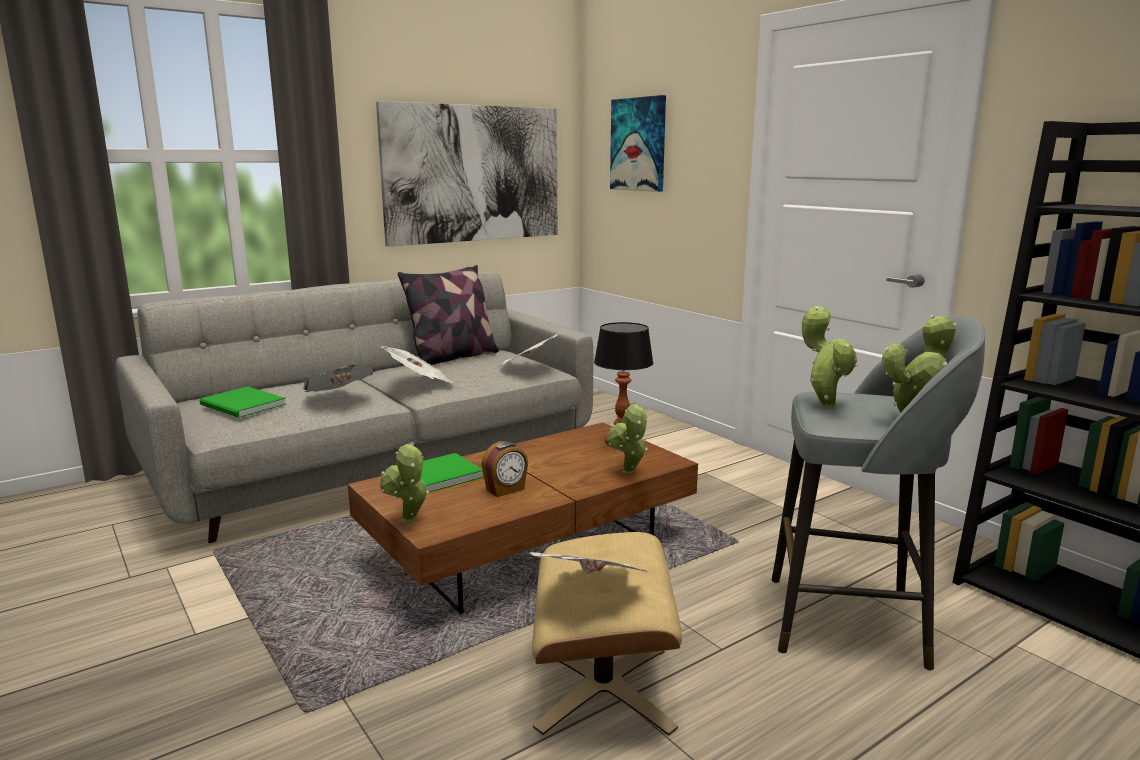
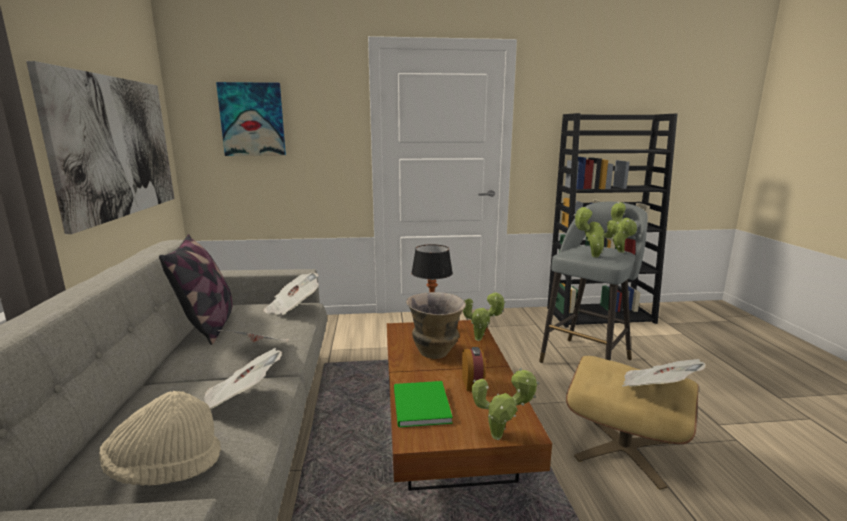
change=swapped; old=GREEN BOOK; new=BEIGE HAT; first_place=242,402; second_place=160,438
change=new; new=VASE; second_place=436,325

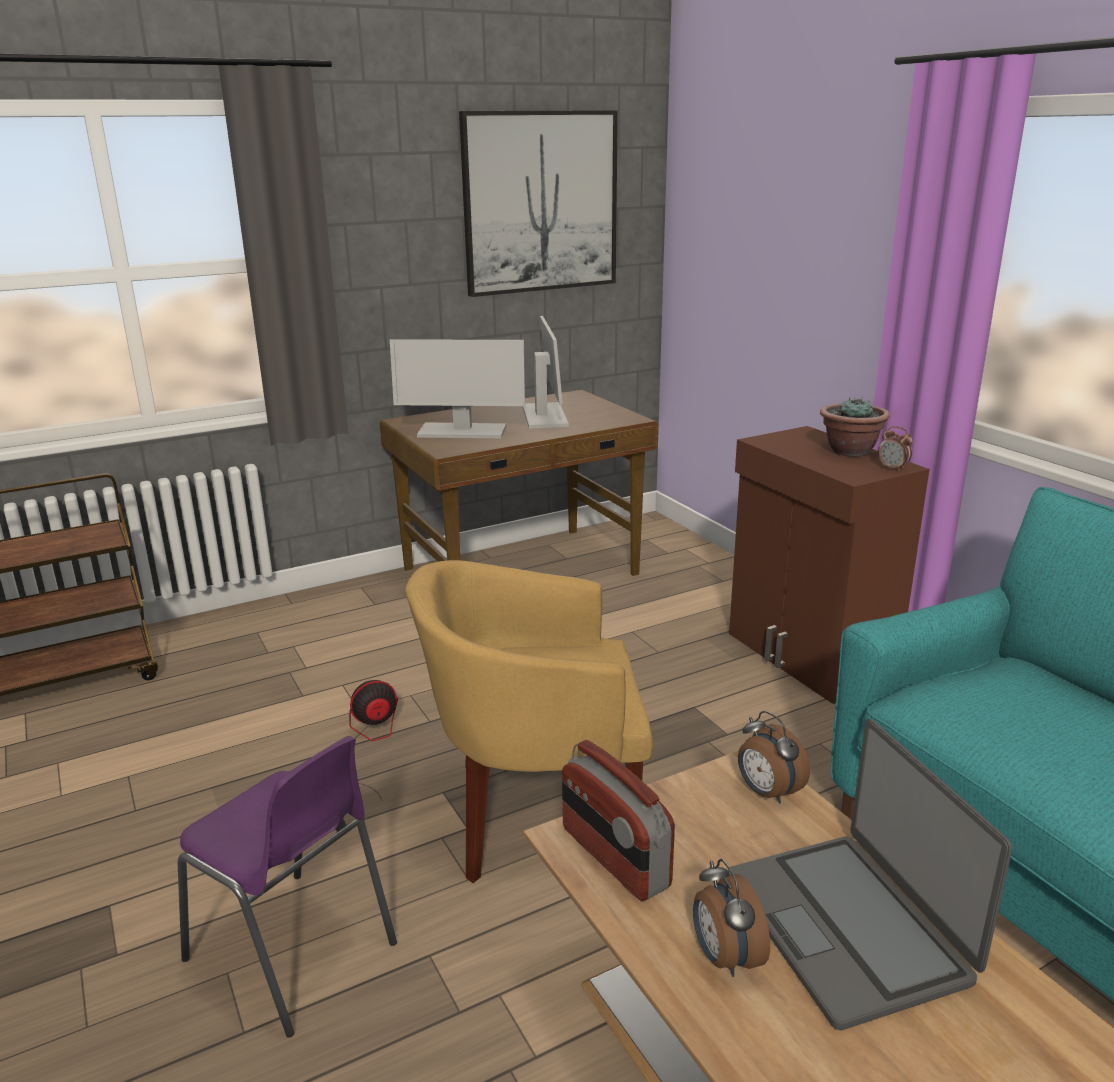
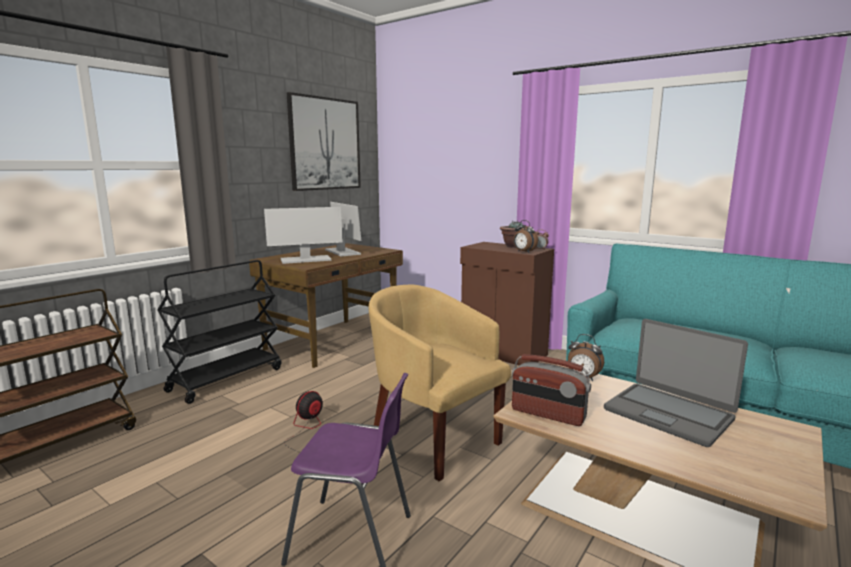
change=rotated; old=YELLOW ARMCHAIR; first_place=529,721; second_place=440,383; degrees=75
change=shifted; old=ALARM CLOCK; first_place=731,918; second_place=526,236
change=new; new=BLACK CART; second_place=219,332

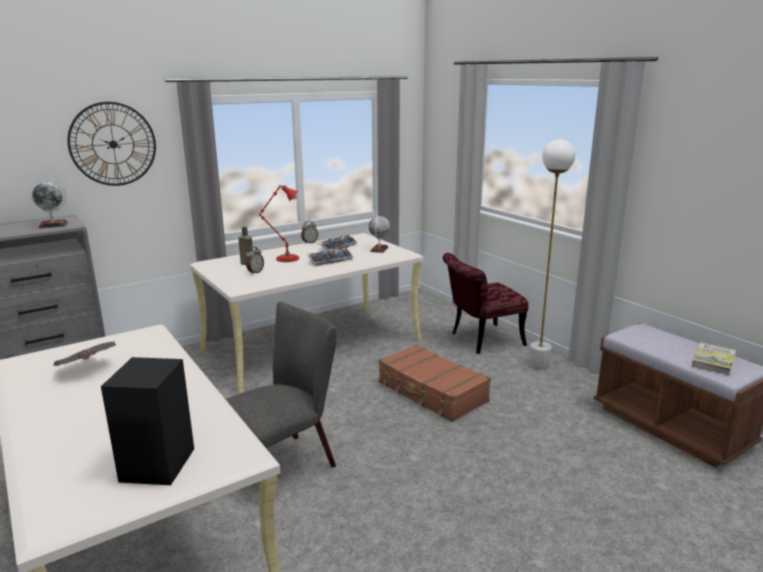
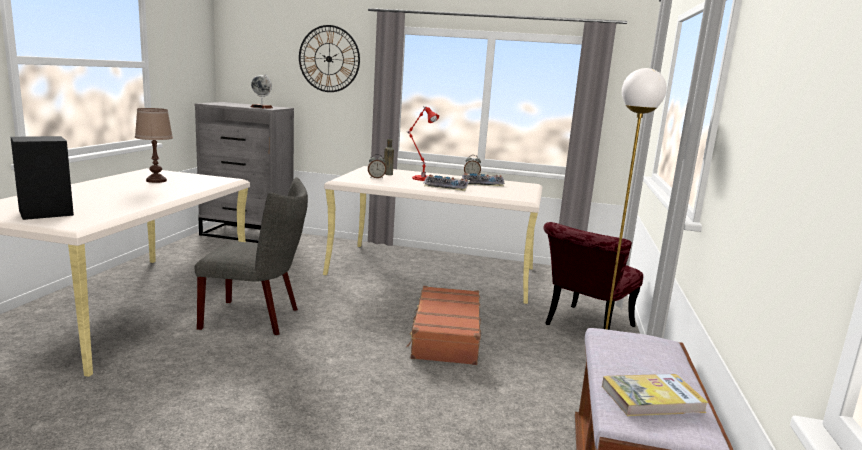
change=swapped; old=NEWSPAPER; new=BROWN TABLE LAMP; first_place=85,354; second_place=154,145
change=gone; old=GLOBE; first_place=379,234
change=rotated; old=RED CHAIR; first_place=485,303; second_place=593,276; degrees=-75

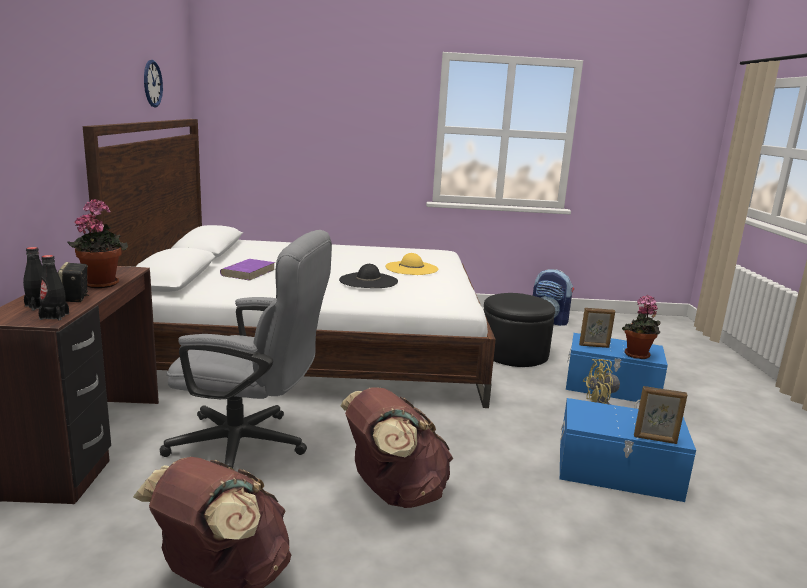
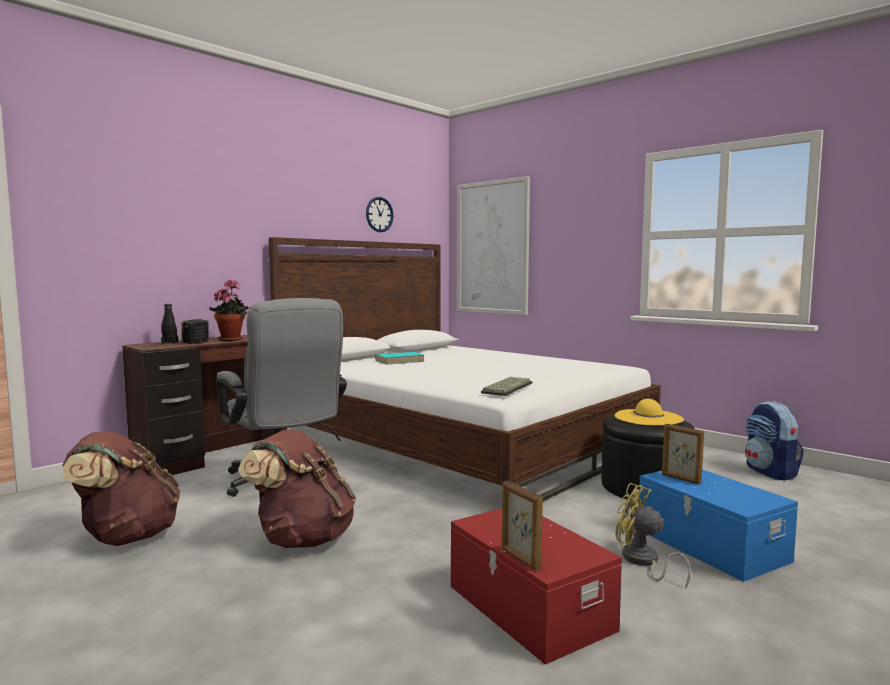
change=gone; old=BLACK BOTTLE; first_place=53,287
change=repainted; old=PURPLE BOOK; new=TURQUOISE BOOK; first_place=247,270; second_place=400,358
change=gone; old=BLACK HAT; first_place=368,276
change=shifted; old=YELLOW HAT; first_place=412,264; second_place=649,412
change=repainted; old=BLUE STORAGE BOX; new=RED STORAGE BOX; first_place=628,450; second_place=536,586
change=gone; old=POTTED PLANT; first_place=641,327
change=new; new=PICTURE; second_place=493,245
change=new; new=KEYBOARD; second_place=507,386

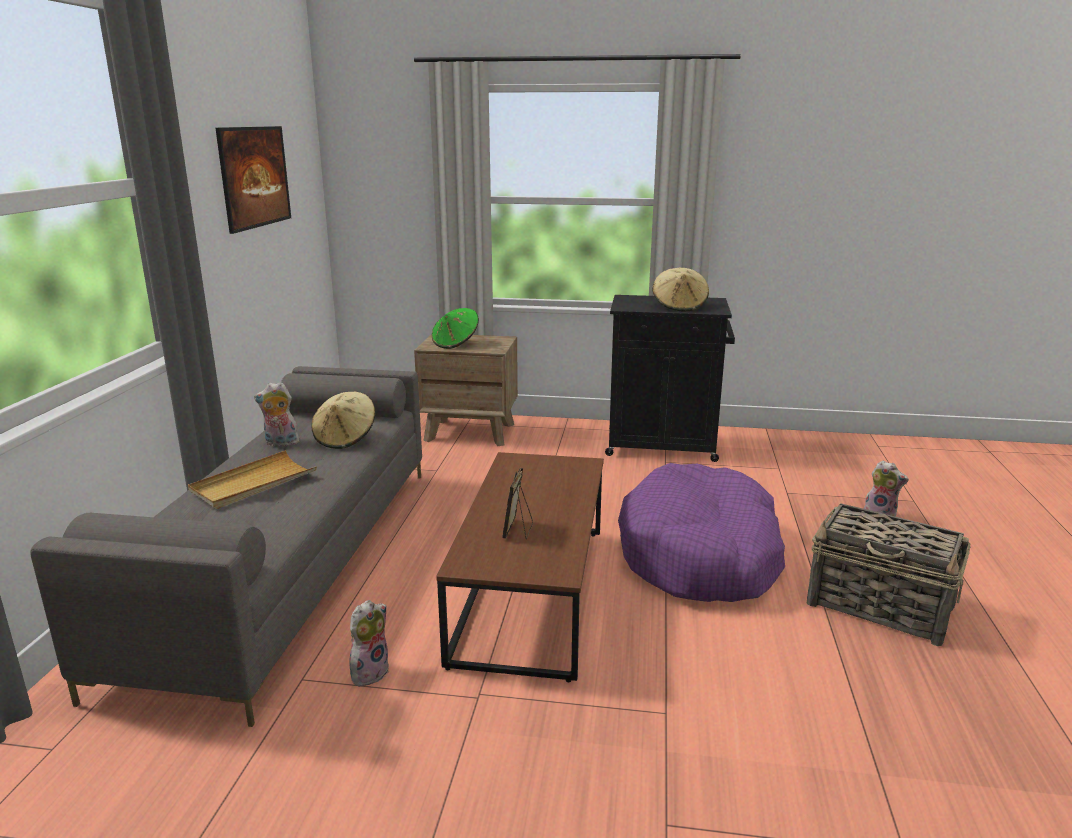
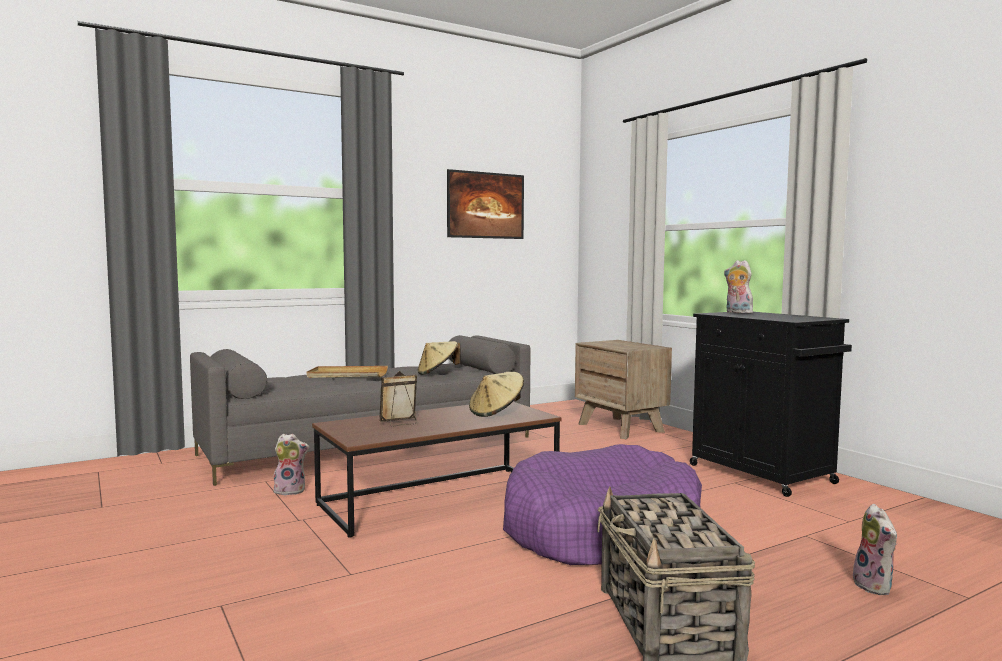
change=shifted; old=PLUSH TOY; first_place=276,414; second_place=738,287
change=gone; old=GREEN HAT; first_place=455,328
change=shifted; old=BEIGE HAT; first_place=680,289; second_place=496,394

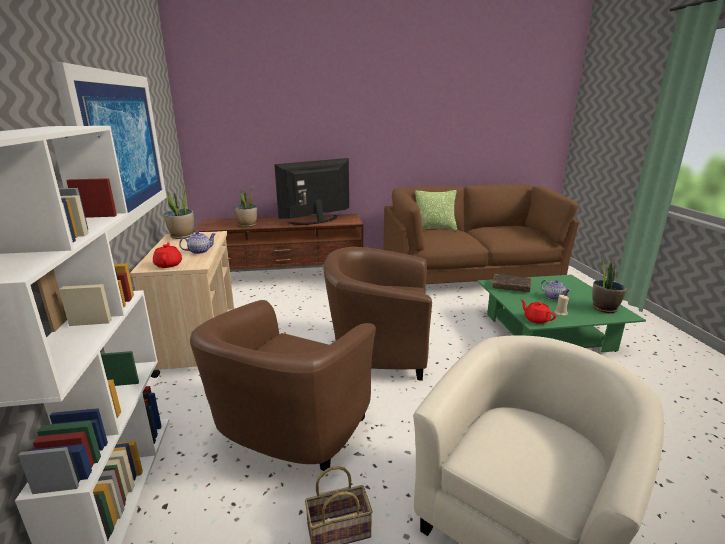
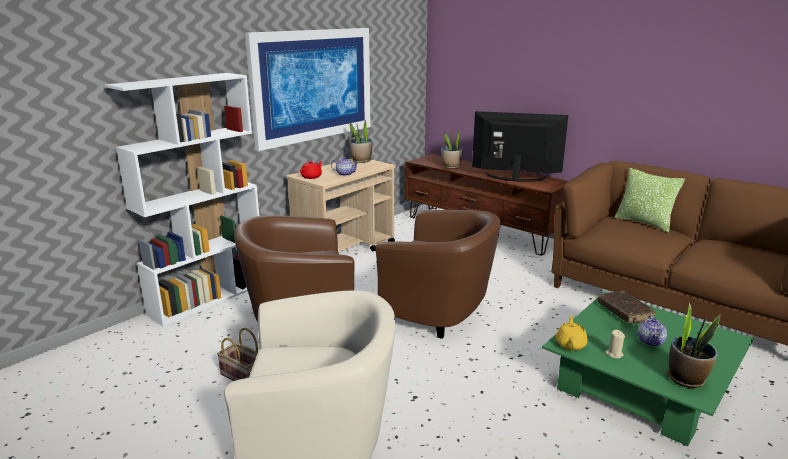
change=rotated; old=BROWN ARMCHAIR; first_place=377,314; second_place=438,274; degrees=150
change=repainted; old=RED TEAPOT; new=YELLOW TEAPOT; first_place=538,311; second_place=572,332

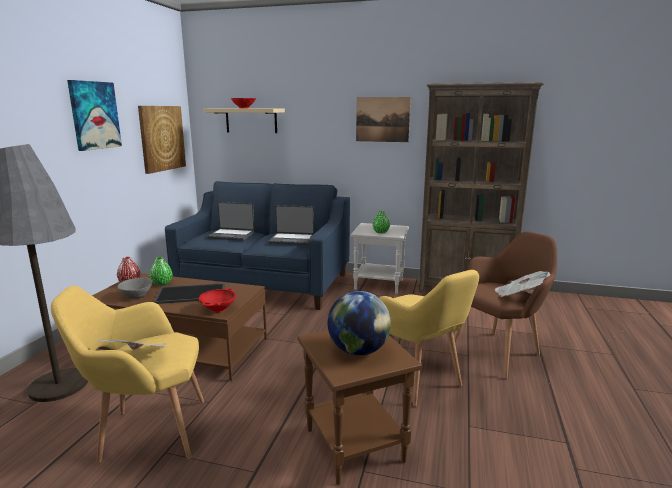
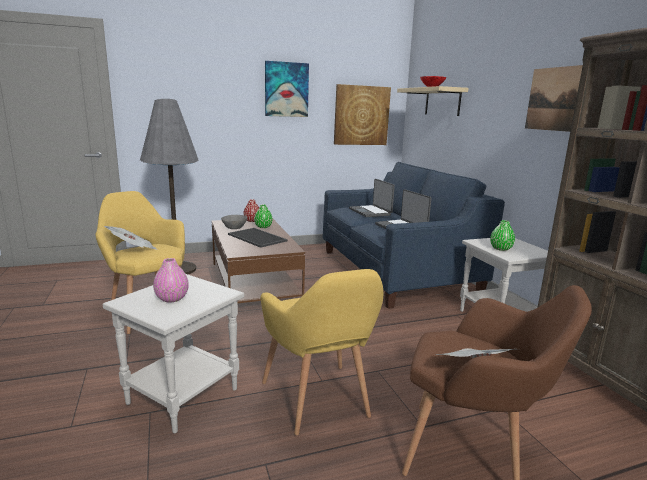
change=gone; old=RED BOWL; first_place=217,300
change=repainted; old=BROWN SIDE TABLE; new=WHITE SIDE TABLE; first_place=359,407; second_place=173,353
change=swapped; old=GLOBE; new=PINK VASE; first_place=359,323; second_place=171,280
change=rotated; old=YELLOW ARMCHAIR; first_place=429,338; second_place=322,352; degrees=-45

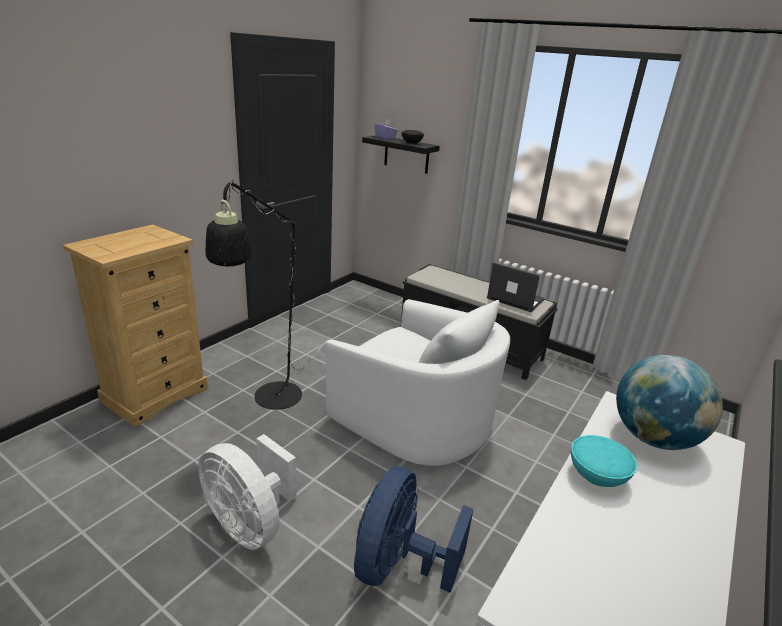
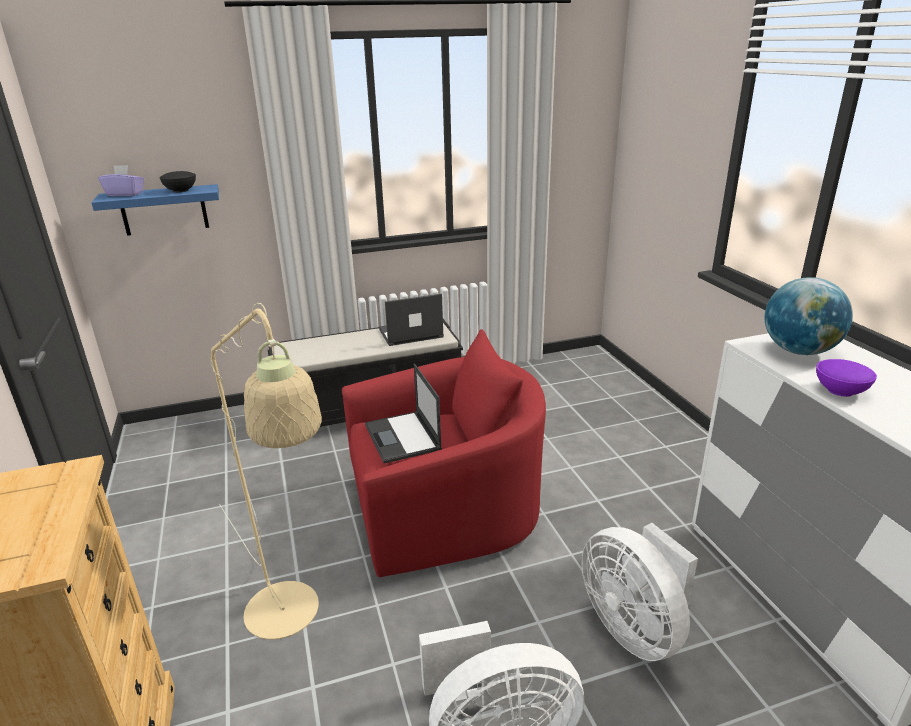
change=repainted; old=BLACK FLOOR LAMP; new=BEIGE FLOOR LAMP; first_place=268,294; second_place=266,471
change=repainted; old=WHITE ARMCHAIR; new=RED ARMCHAIR; first_place=418,382; second_place=444,453
change=repainted; old=BLUE FAN; new=WHITE FAN; first_place=413,529; second_place=640,592
change=repainted; old=BLACK SHELF; new=BLUE SHELF; first_place=401,154; second_place=155,210
change=repainted; old=TURQUOISE BOWL; new=PURPLE BOWL; first_place=604,461; second_place=846,378
change=new; new=LAPTOP; second_place=403,414

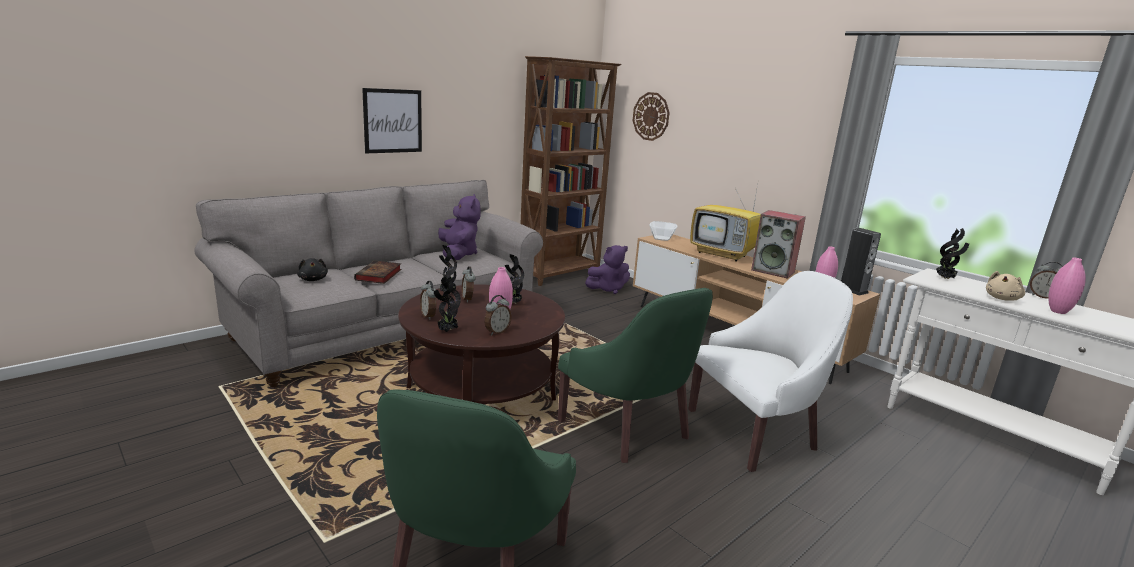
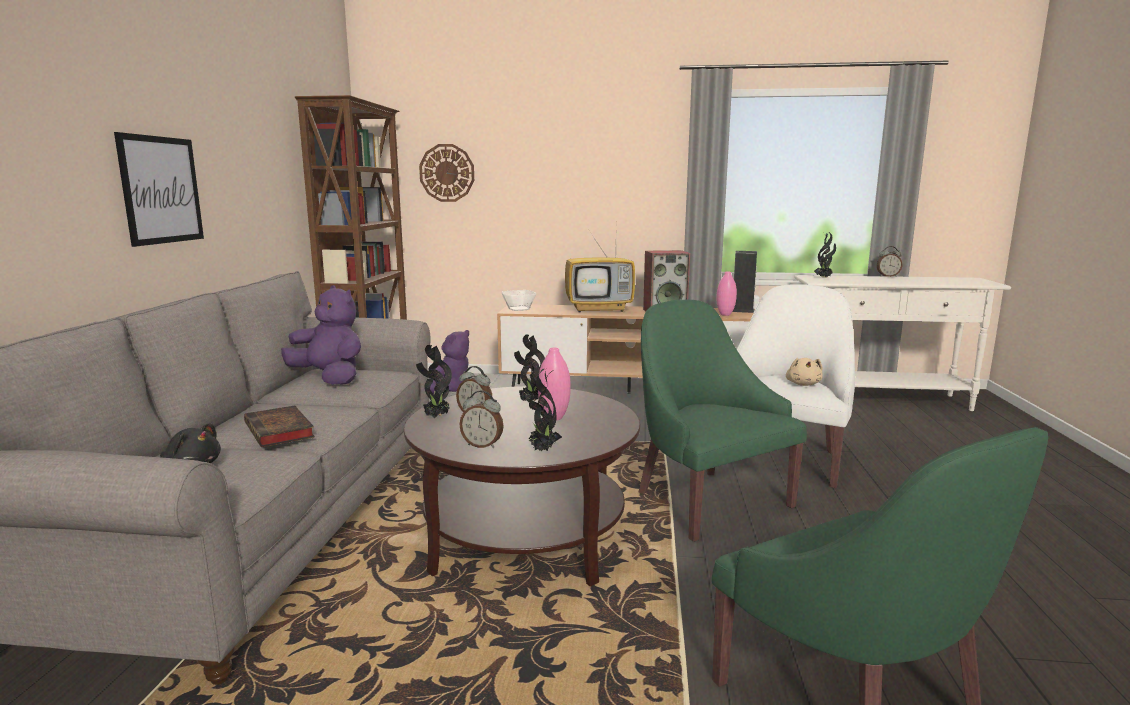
change=gone; old=ALARM CLOCK; first_place=498,315
change=rotated; old=GREEN ARMCHAIR; first_place=635,375; second_place=722,421; degrees=-135
change=shifted; old=BEIGE PLUSH TOY; first_place=1005,286; second_place=804,371
change=gone; old=PINK VASE; first_place=1067,285

